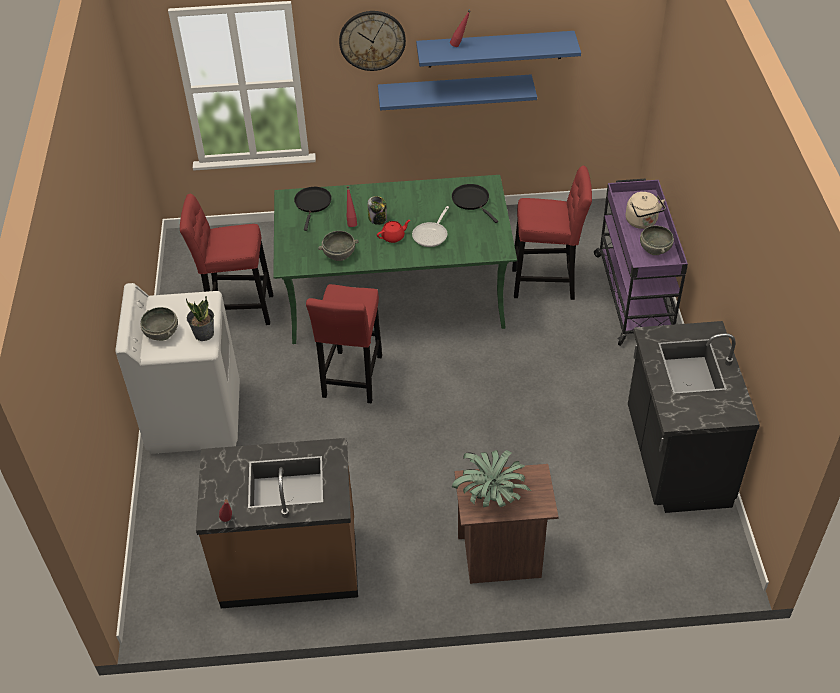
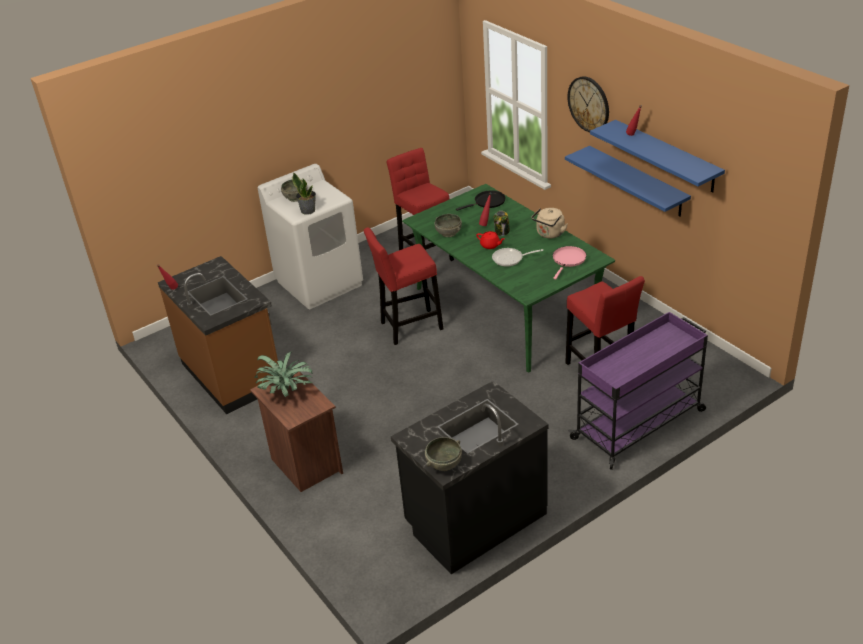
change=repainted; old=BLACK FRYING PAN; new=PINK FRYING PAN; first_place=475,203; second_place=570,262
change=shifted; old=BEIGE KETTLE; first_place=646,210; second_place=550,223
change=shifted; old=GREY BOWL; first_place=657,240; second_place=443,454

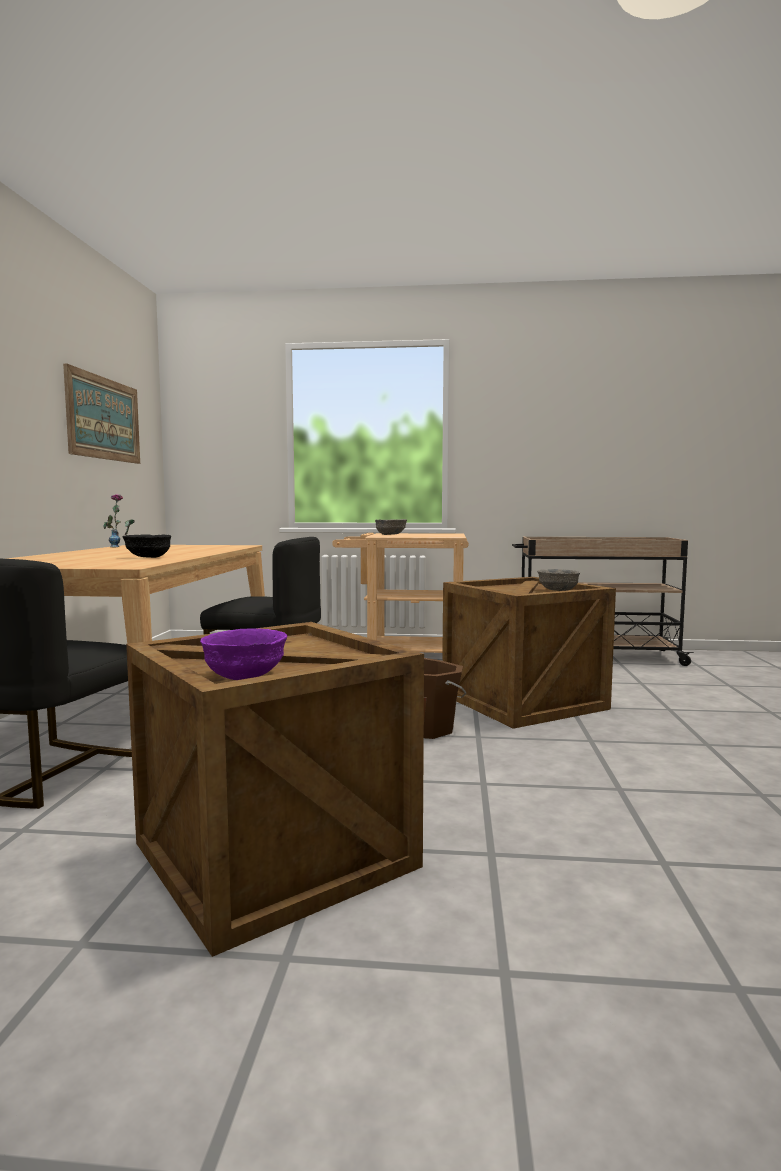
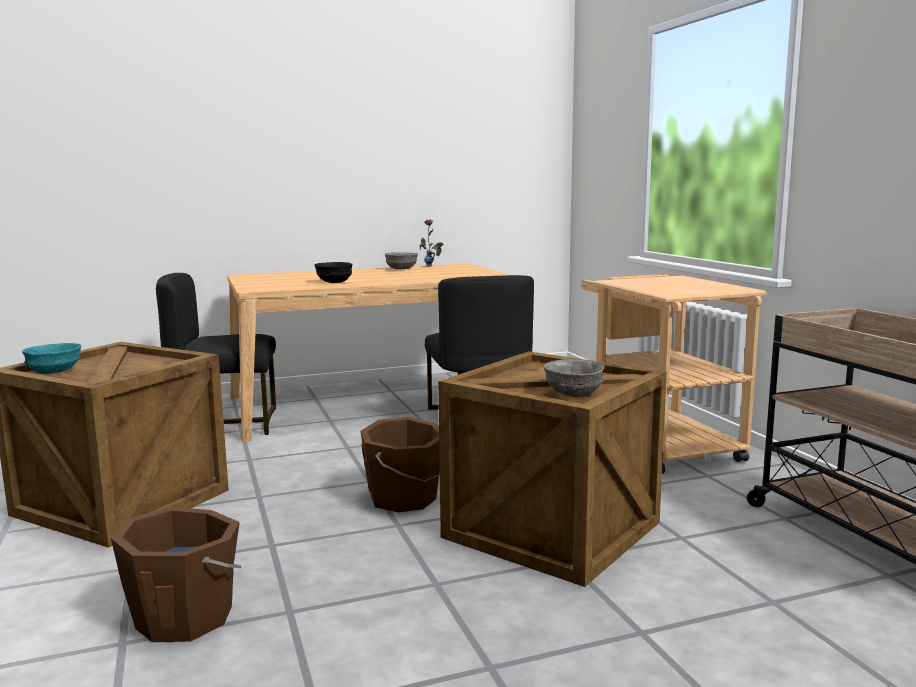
change=gone; old=PICTURE; first_place=101,413
change=repainted; old=PURPLE BOWL; new=TURQUOISE BOWL; first_place=243,654; second_place=51,358
change=shifted; old=GREY BOWL; first_place=391,527; second_place=401,260
change=new; new=BROWN BUCKET; second_place=176,574

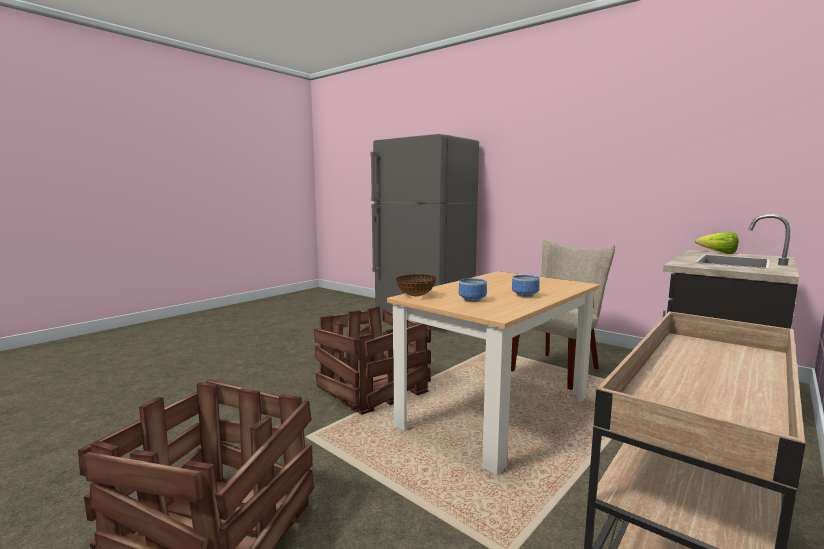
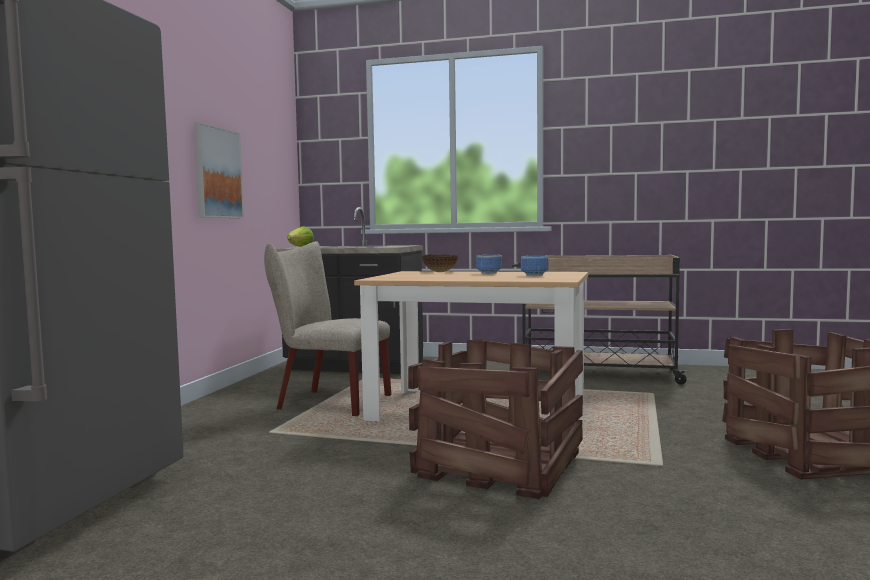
change=shifted; old=BOWL; first_place=416,285; second_place=440,263
change=new; new=PICTURE; second_place=219,170

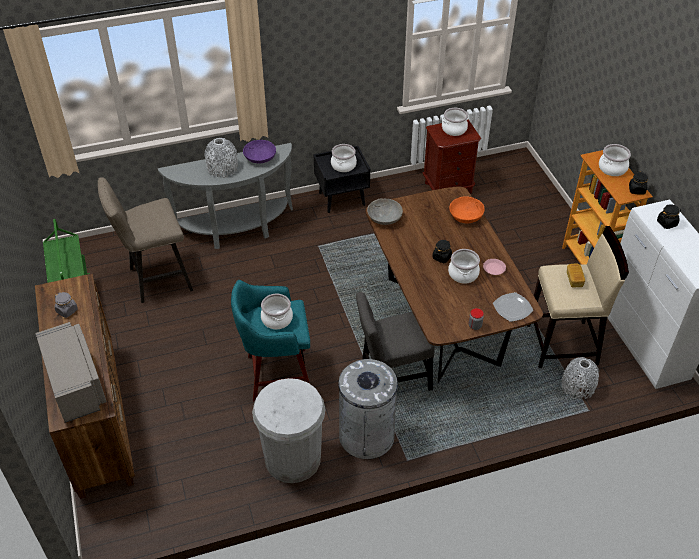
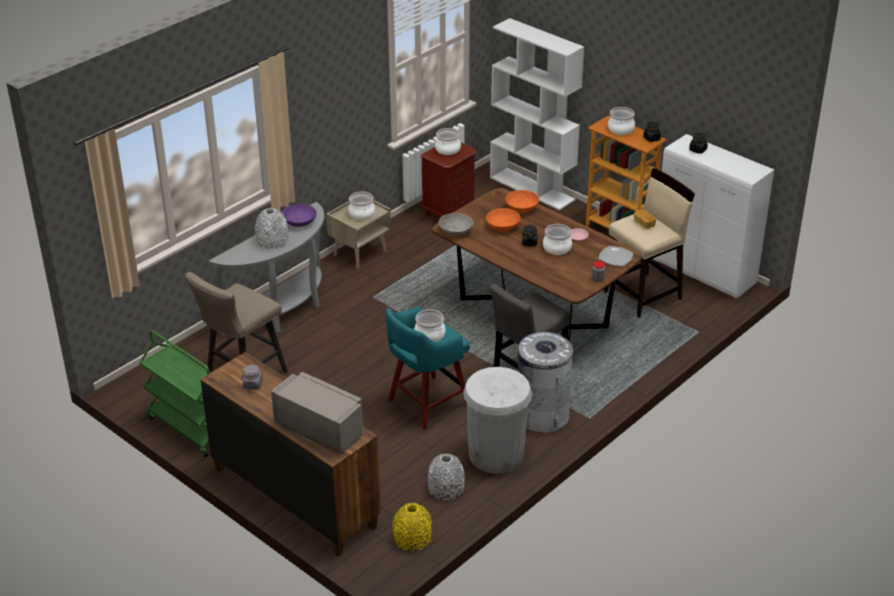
change=repainted; old=BLACK NIGHTSTAND; new=BEIGE NIGHTSTAND; first_place=341,179; second_place=358,234
change=shifted; old=GREY VASE; first_place=580,378; second_place=446,476
change=new; new=YELLOW VASE; second_place=412,527
change=new; new=ORANGE BOWL; second_place=503,219
change=new; new=WHITE BOOKCASE; second_place=537,114

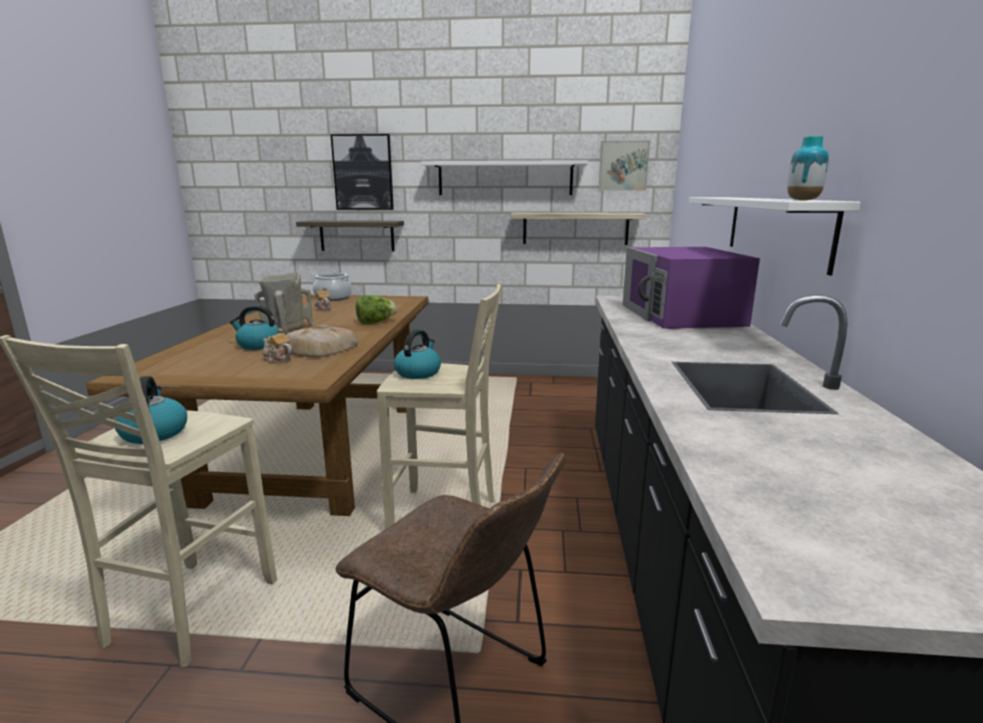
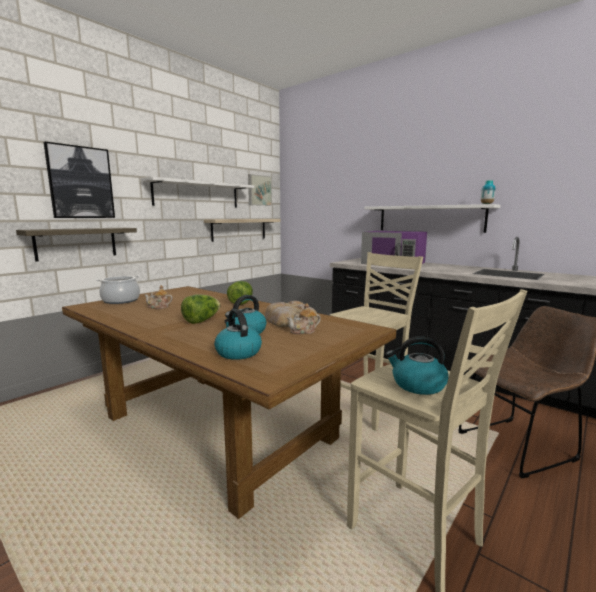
change=swapped; old=BEIGE VASE; new=LETTUCE; first_place=283,301; second_place=200,309
change=shifted; old=KETTLE; first_place=417,354; second_place=238,334

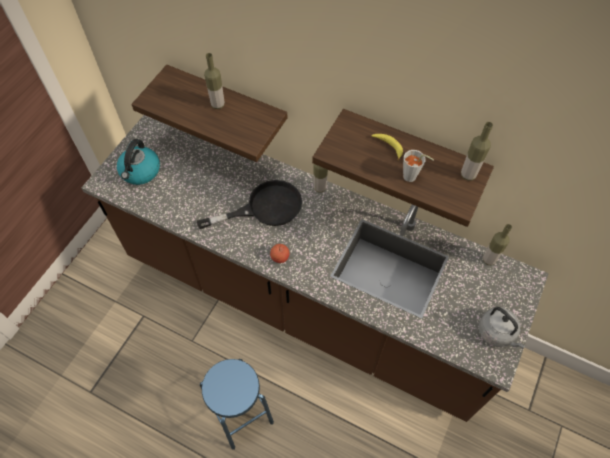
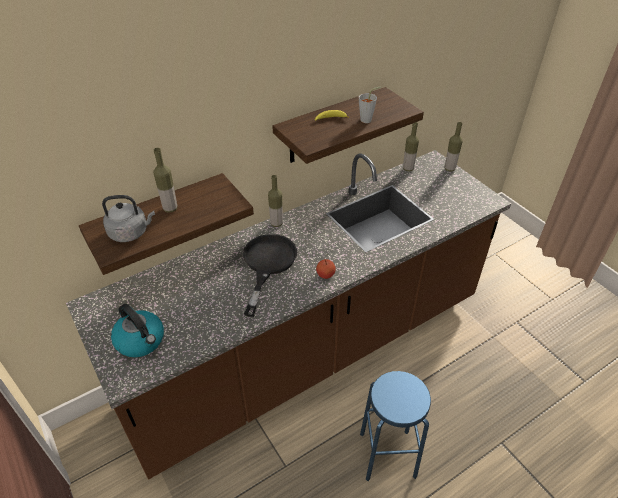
change=shifted; old=BOTTLE; first_place=477,151; second_place=454,146
change=shifted; old=GREY KETTLE; first_place=502,328; second_place=128,218

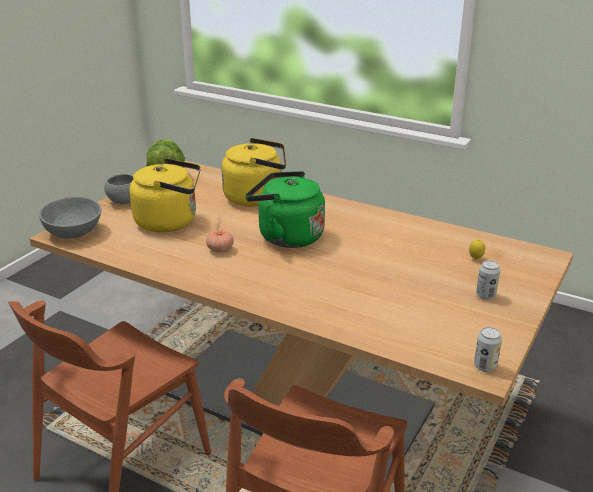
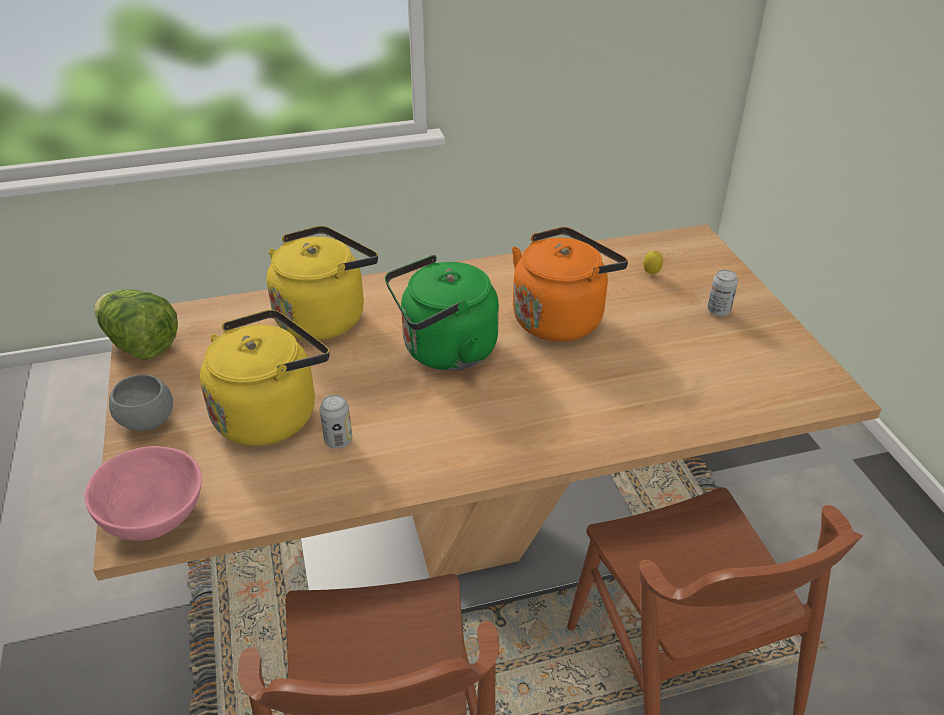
change=repainted; old=GREY BOWL; new=PINK BOWL; first_place=70,217; second_place=143,493
change=gone; old=TOMATO; first_place=220,241
change=shifted; old=CAN; first_place=488,349; second_place=335,422
change=new; new=ORANGE KETTLE; second_place=570,284

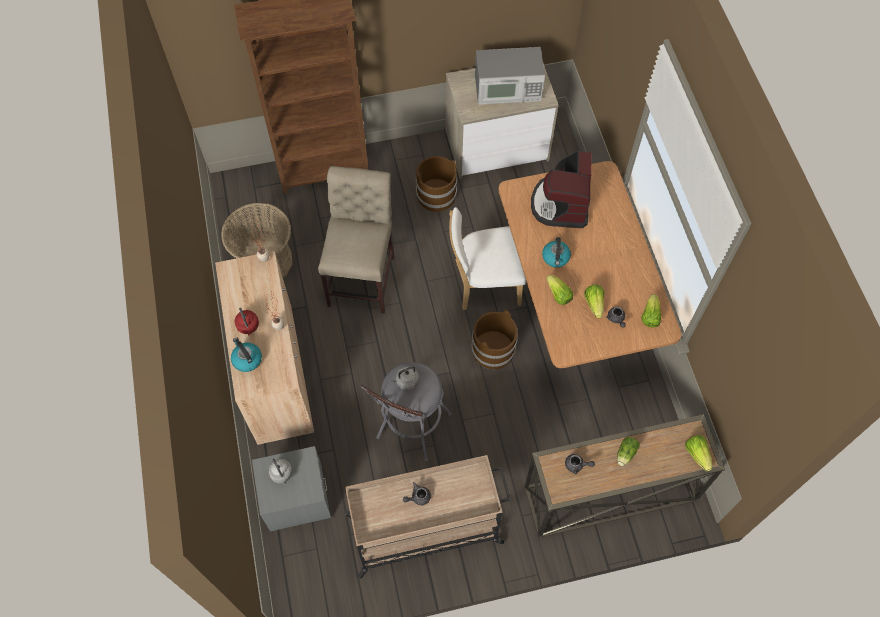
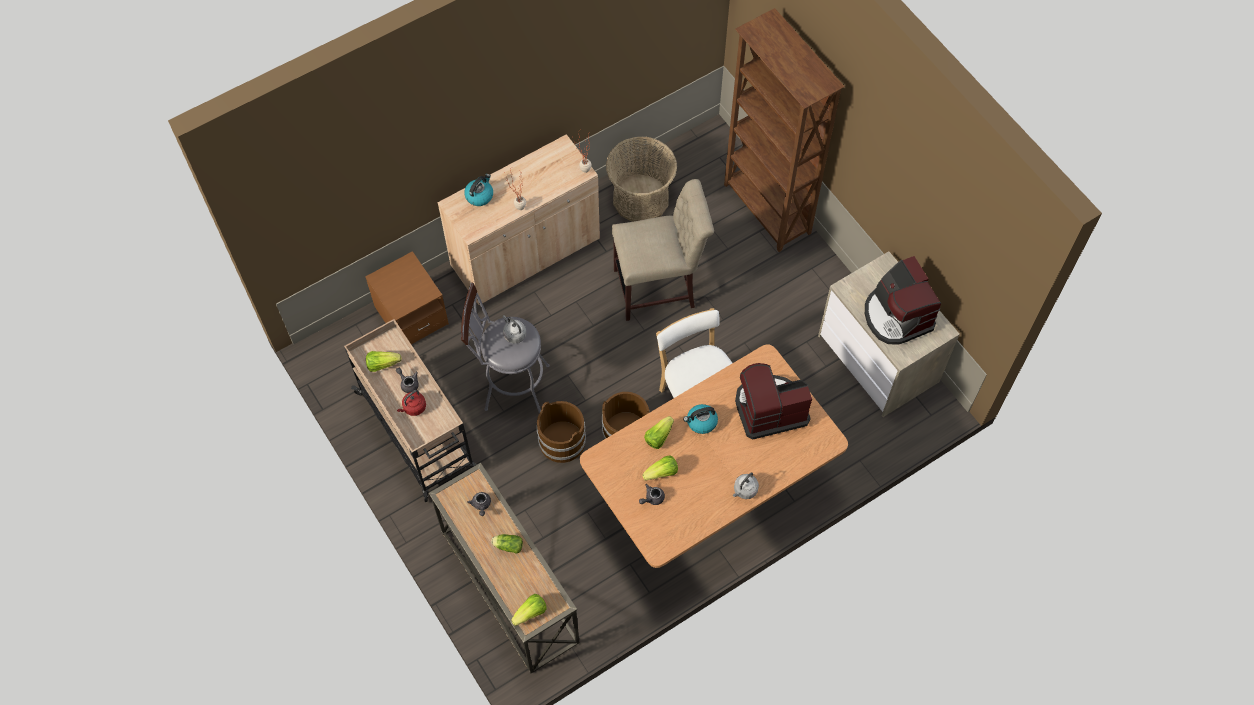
change=shifted; old=RED KETTLE; first_place=246,322; second_place=411,403
change=repainted; old=GREY NIGHTSTAND; new=BROWN NIGHTSTAND; first_place=291,488; second_place=407,297
change=shifted; old=GREY KETTLE; first_place=280,472; second_place=745,485
change=shifted; old=BROWN BUCKET; first_place=436,184; second_place=561,432
change=swapped; old=MICROWAVE; new=COFFEE MACHINE; first_place=510,76; second_place=903,300
change=shifted; old=LETTUCE; first_place=651,310; second_place=383,361

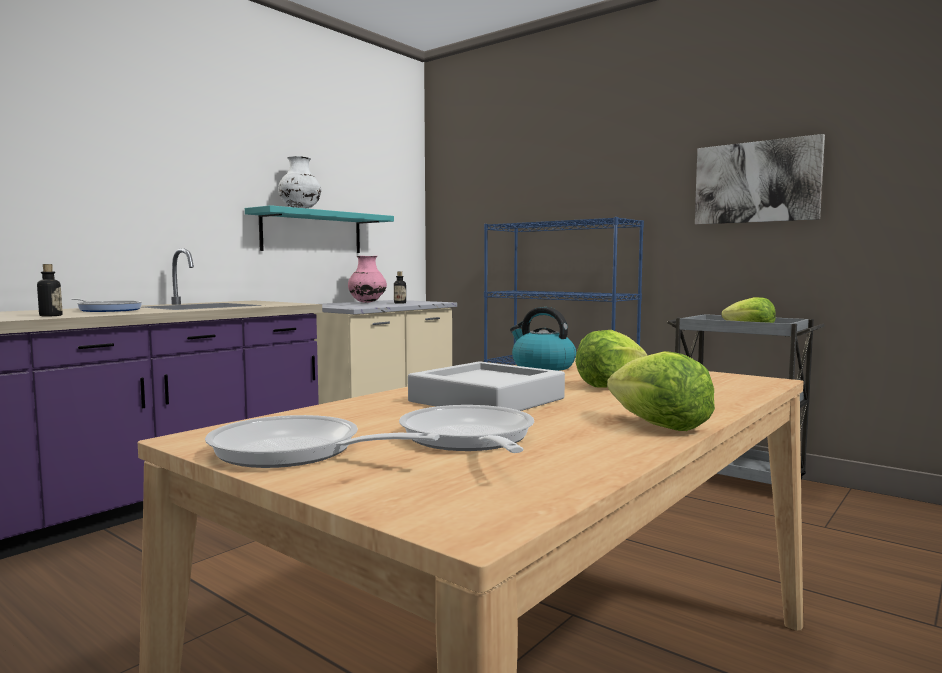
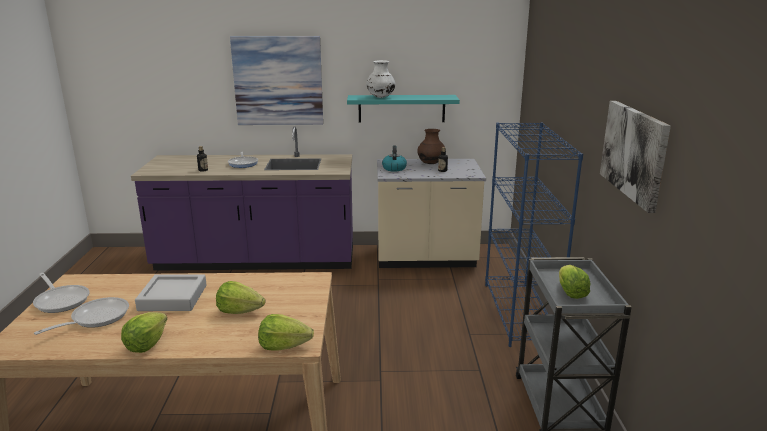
change=rotated; old=FRYING PAN; first_place=322,441; second_place=61,293; degrees=150
change=repainted; old=PINK VASE; new=BROWN VASE; first_place=367,279; second_place=431,146
change=shifted; old=KETTLE; first_place=543,339; second_place=394,158
change=new; new=PICTURE; second_place=276,80
change=new; new=LETTUCE; second_place=286,332

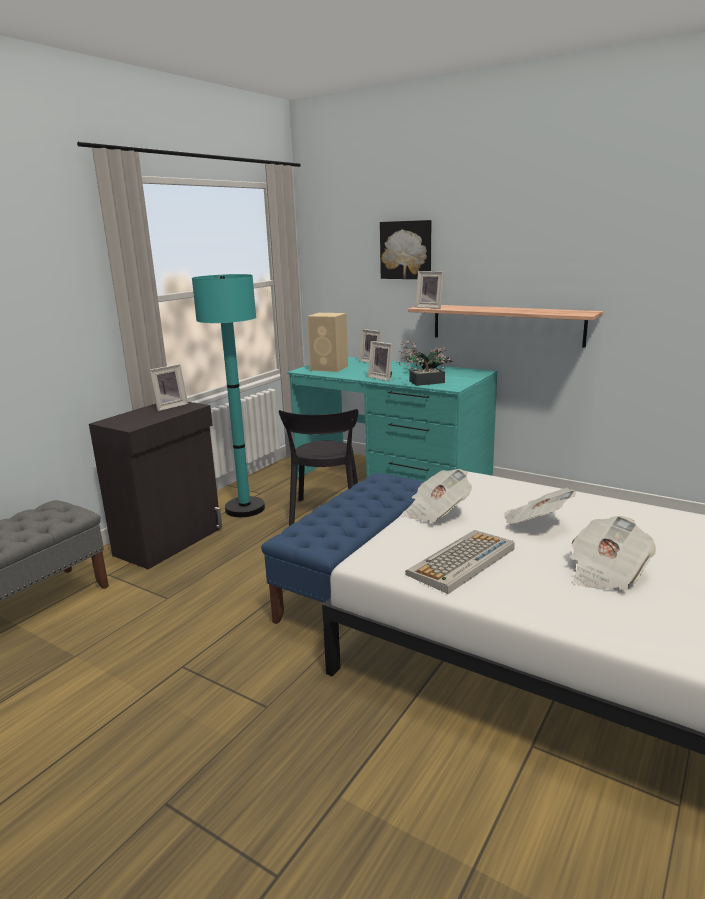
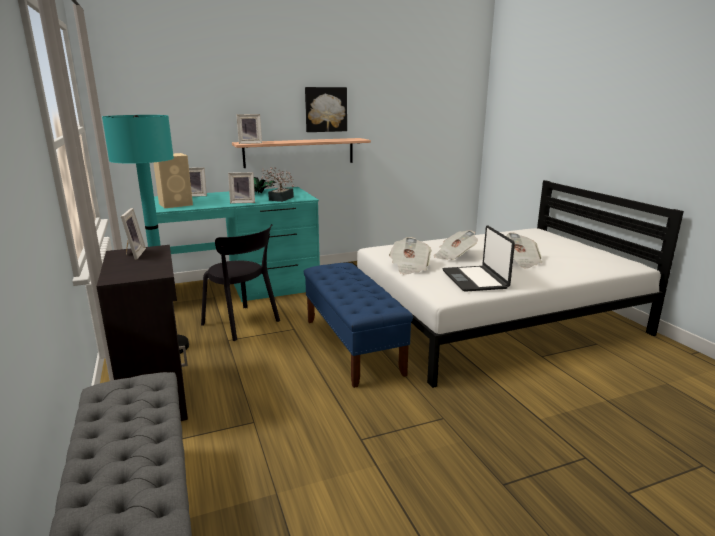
change=shifted; old=PICTURE; first_place=405,249; second_place=326,109
change=swapped; old=KEYBOARD; new=LAPTOP; first_place=459,562; second_place=479,258

